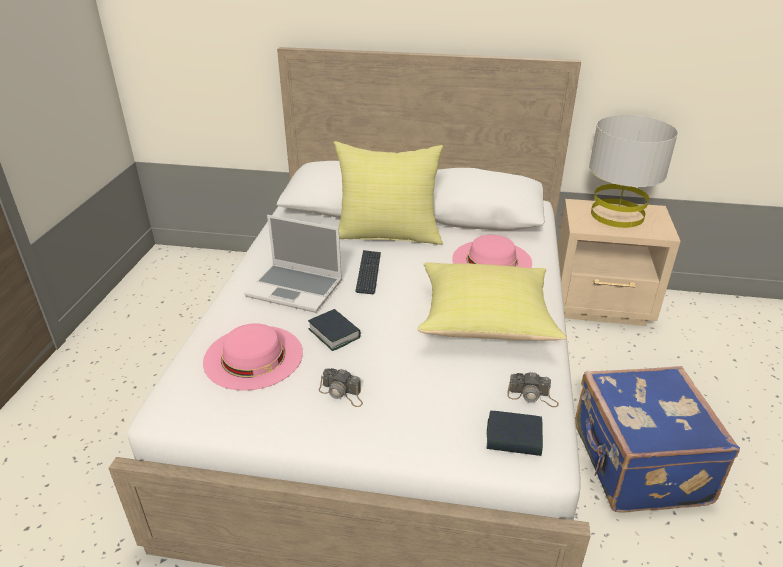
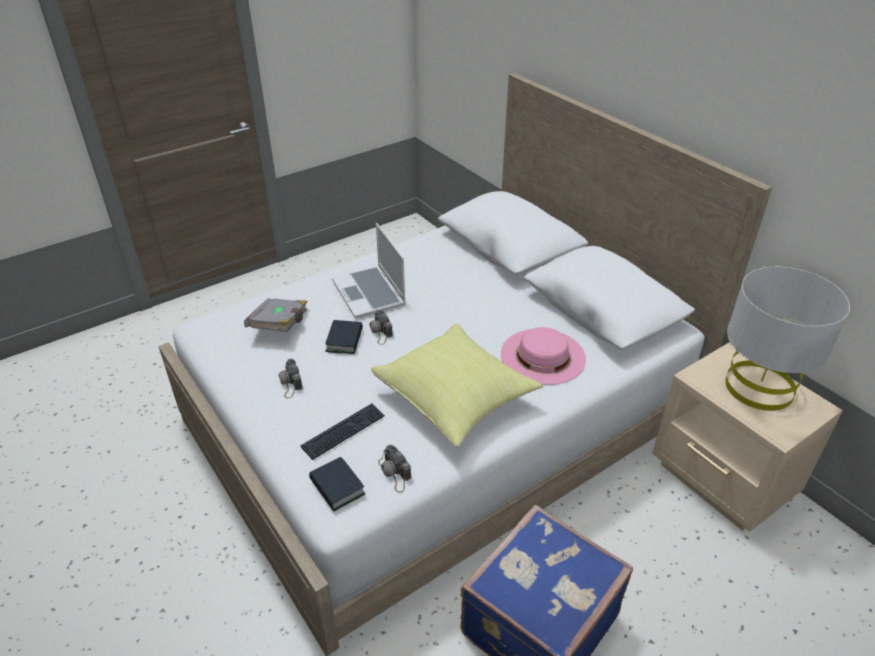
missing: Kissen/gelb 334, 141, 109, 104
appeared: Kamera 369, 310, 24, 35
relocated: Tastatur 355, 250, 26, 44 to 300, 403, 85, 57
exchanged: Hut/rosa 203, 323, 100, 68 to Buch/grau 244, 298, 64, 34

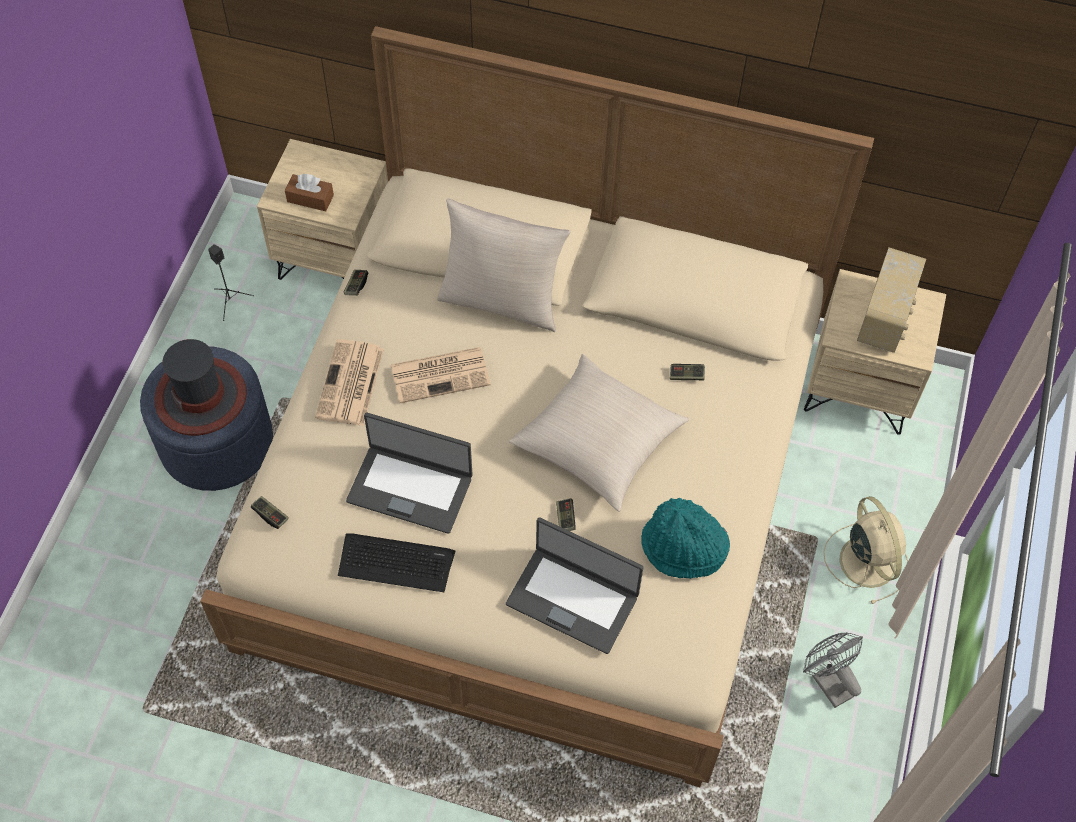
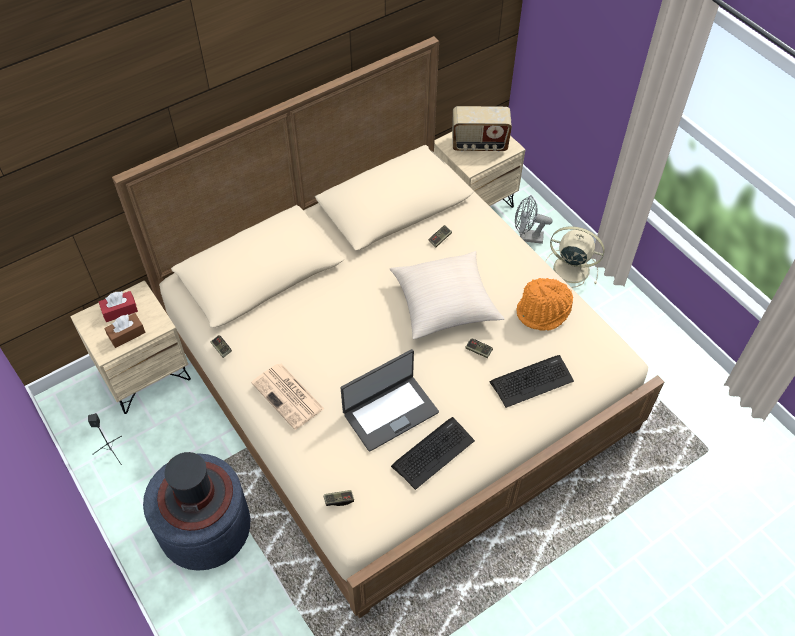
missing: Zeitung 391, 347, 100, 56; Kissen/beige 437, 199, 133, 133
appeared: Taschentuchbox/rot 99, 291, 39, 31
relocated: Ventilator/grau 803, 632, 60, 76 to 515, 195, 38, 49
exchanged: Laptop 506, 517, 137, 137 to Tastatur 490, 355, 84, 53
colour: Hut/türkis 641, 498, 89, 81 to Hut/orange 516, 278, 57, 53
spun: Radio 857, 247, 69, 106 = 452, 106, 60, 46 120 degrees clockwise

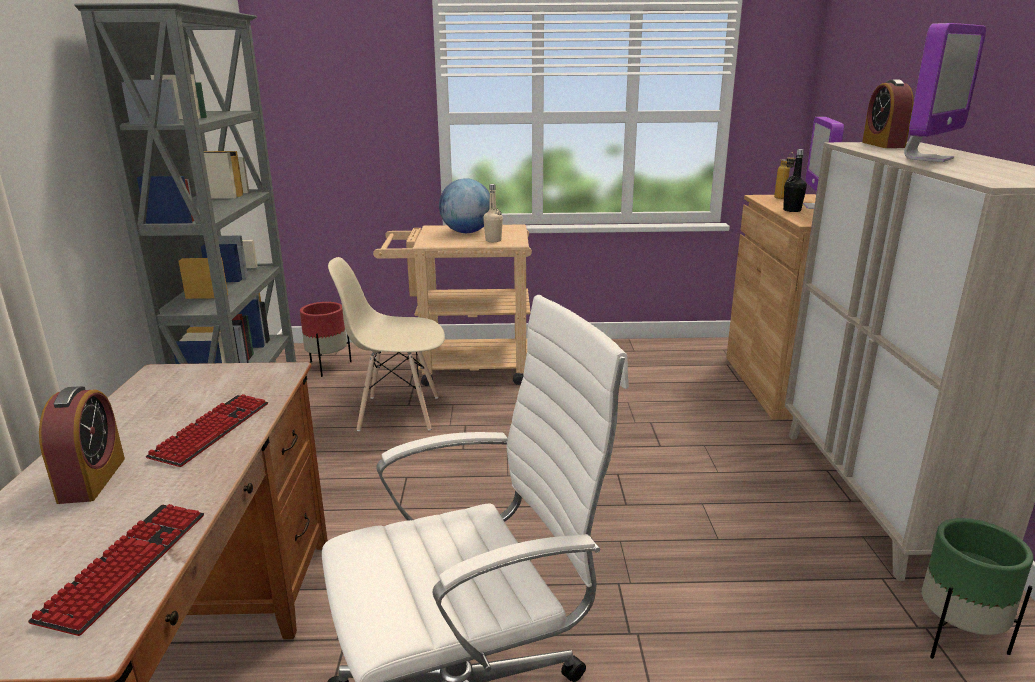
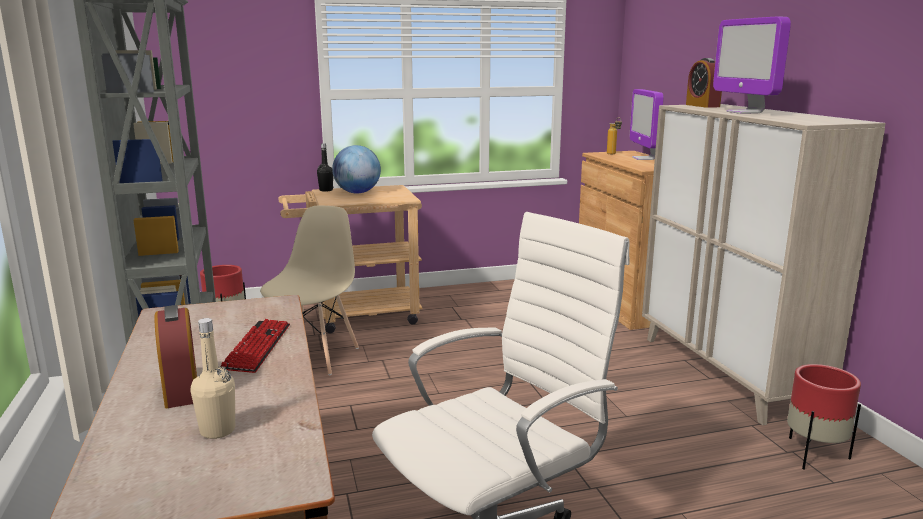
missing: Tastatur 28, 504, 176, 132
relocated: Flasche/beige 483, 184, 20, 58 to 191, 318, 44, 121; Flasche/schwarz 783, 149, 24, 63 to 317, 143, 16, 49
colour: Pflanzkübel/grün 922, 518, 111, 141 to Pflanzkübel/rot 787, 364, 74, 106
spun: Stuhl/beige 328, 257, 117, 174 = 260, 206, 99, 169 120 degrees clockwise; Monitor 904, 23, 82, 139 = 713, 17, 78, 97 135 degrees clockwise

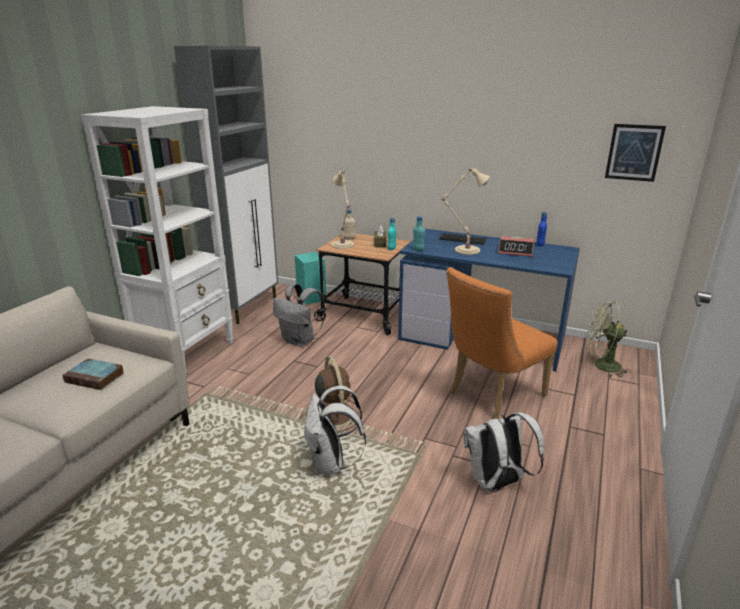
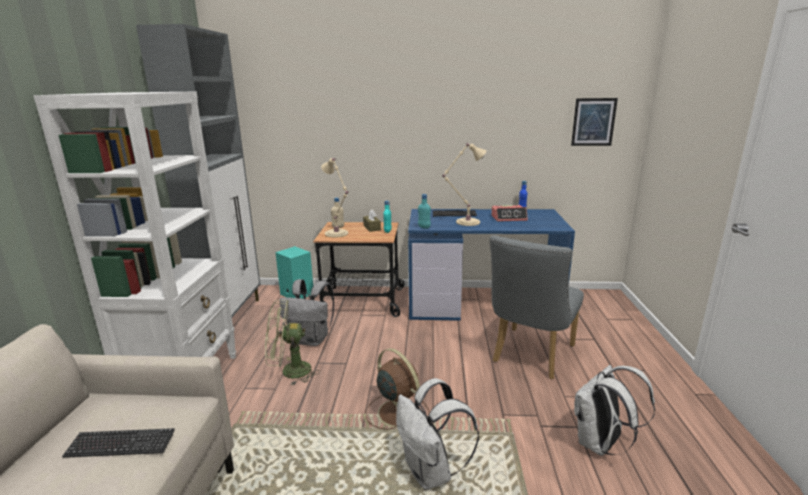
relocated: Ventilator/grün 585, 300, 46, 77 to 265, 300, 55, 86
exchanged: Buch 62, 358, 62, 32 to Tastatur 62, 428, 113, 30
colour: Stuhl/orange 446, 267, 112, 152 to Stuhl/grau 489, 235, 95, 144

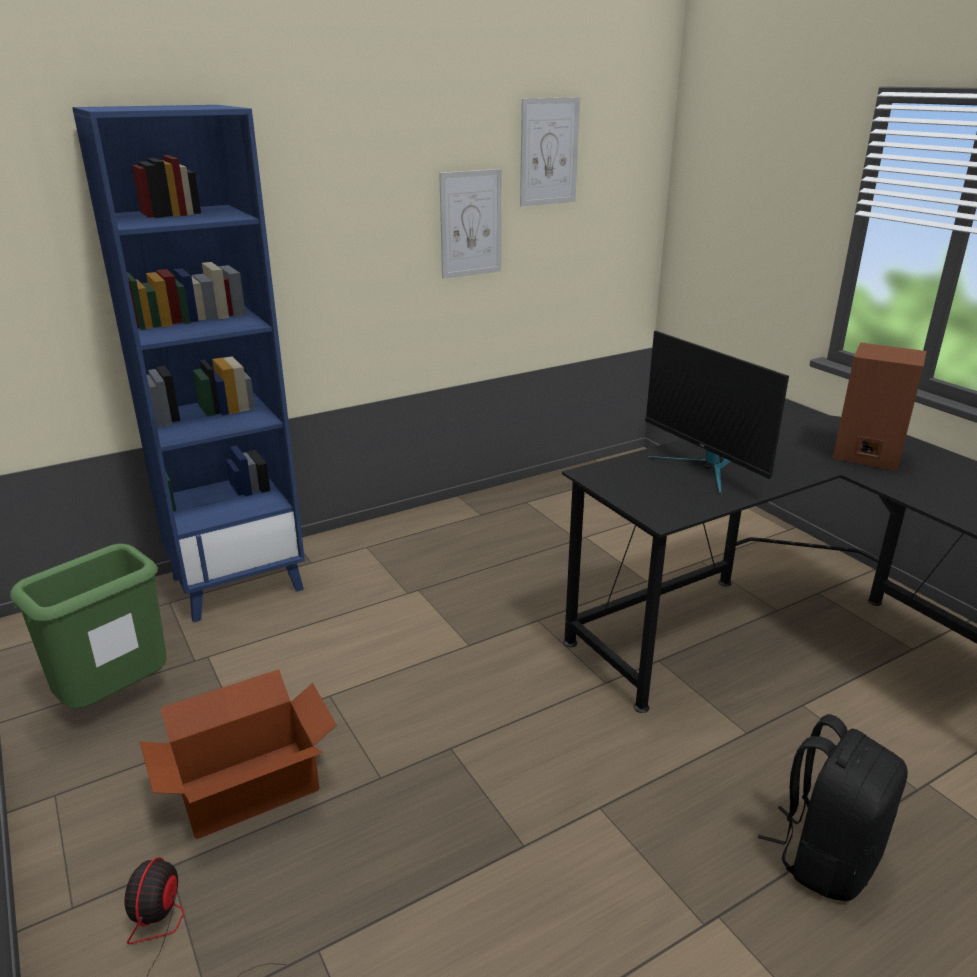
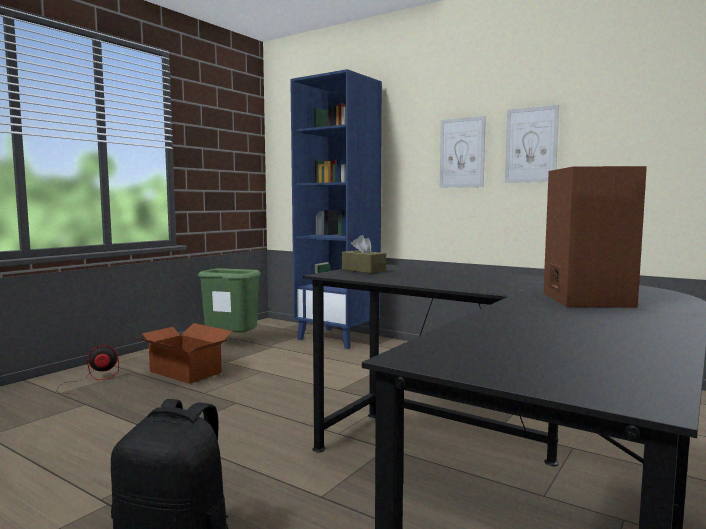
missing: Monitor 645, 331, 144, 164
appeared: Taschentuchbox/braun 342, 235, 44, 38
relocated: Bild 520, 97, 60, 109 to 440, 116, 46, 72

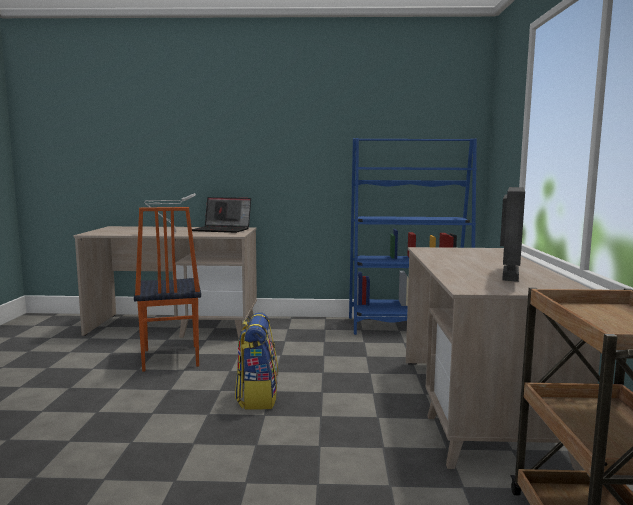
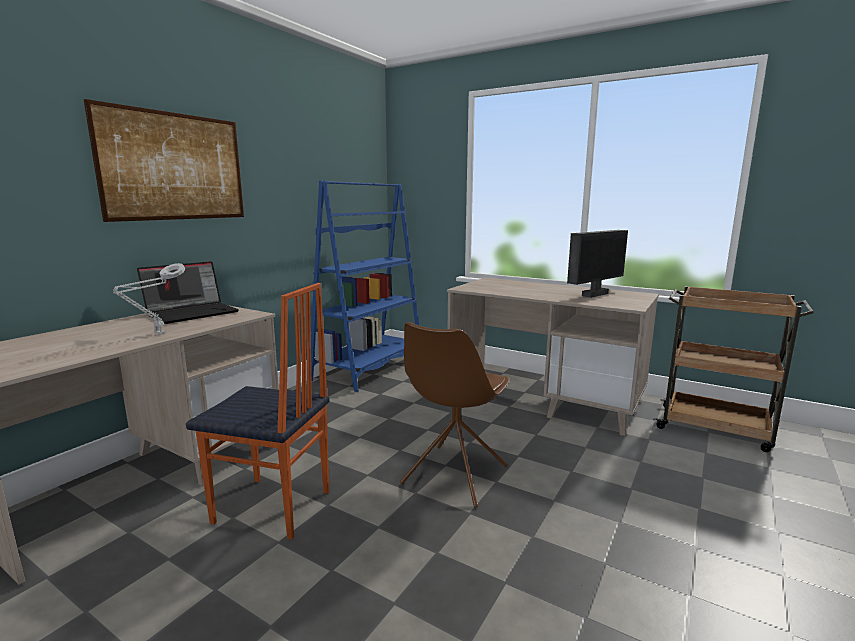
appeared: Bild 84, 99, 160, 123
exchanged: Rucksack 235, 312, 43, 98 to Stuhl/braun 400, 322, 109, 186
spun: Monitor 500, 187, 25, 95 = 567, 230, 61, 68 90 degrees clockwise

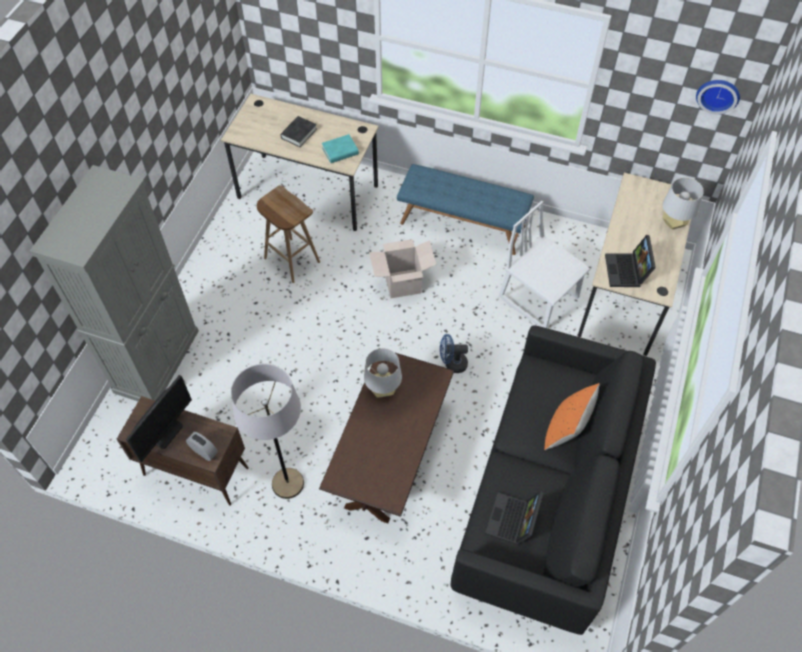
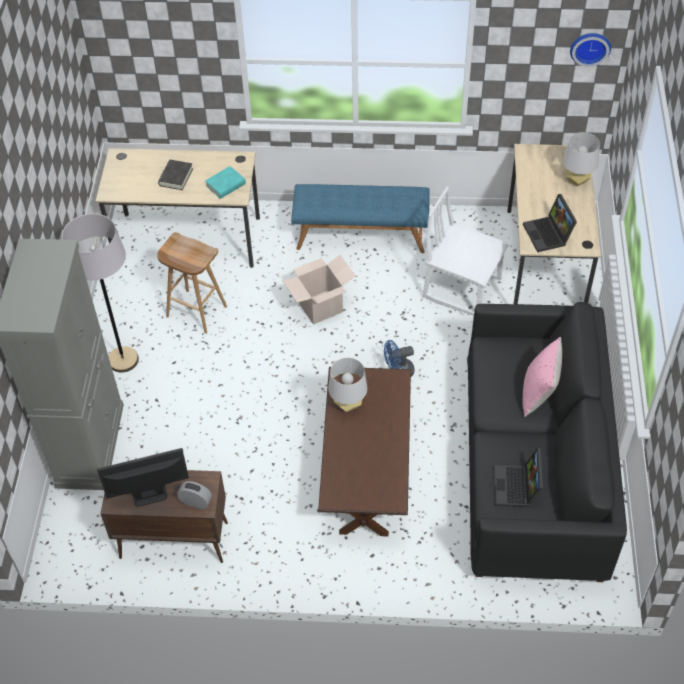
relocated: Stehlampe/grau 231, 364, 73, 135 to 62, 213, 77, 159
colour: Kissen/orange 544, 383, 56, 67 to Kissen/rosa 522, 337, 40, 80
spun: Monitor 126, 375, 66, 87 = 97, 448, 92, 59 120 degrees counterclockwise

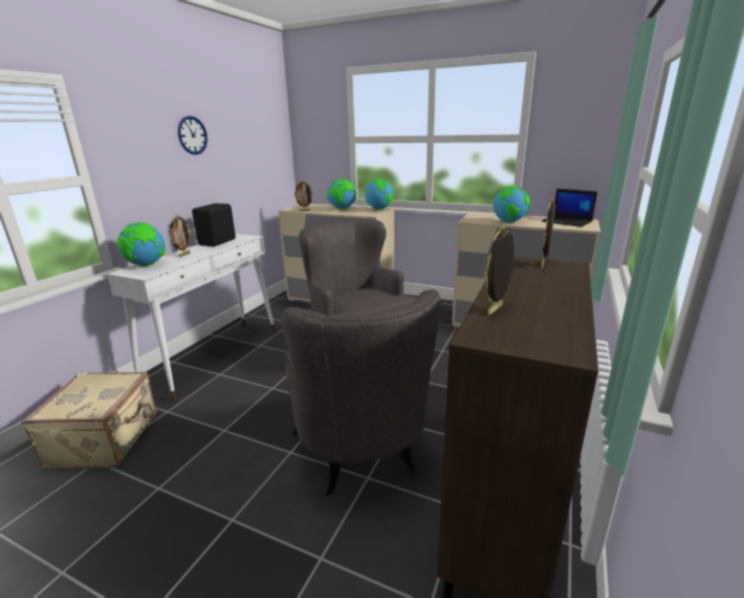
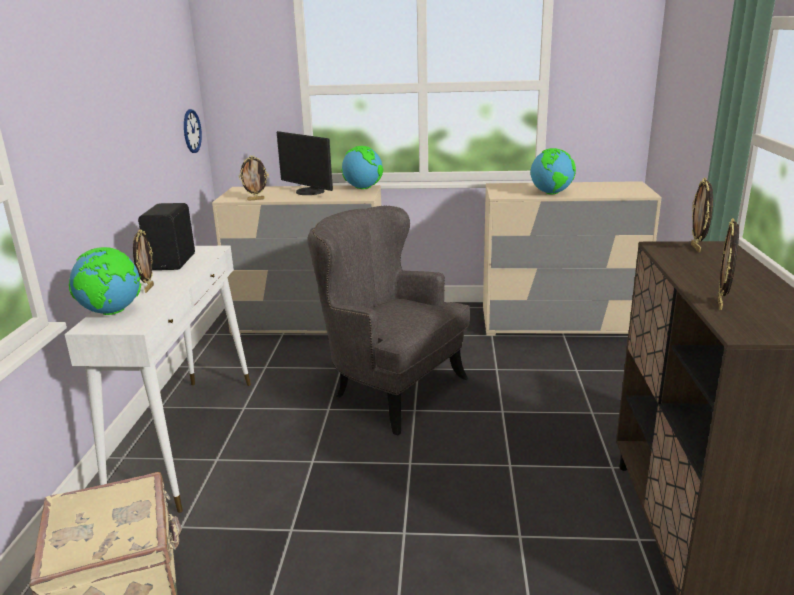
missing: Sessel/grau 281, 289, 160, 206; Laptop 542, 189, 55, 38
relocated: Wanduhr 178, 116, 29, 39 to 184, 109, 18, 44
exchanged: Globus 327, 179, 29, 30 to Monitor 277, 131, 56, 64

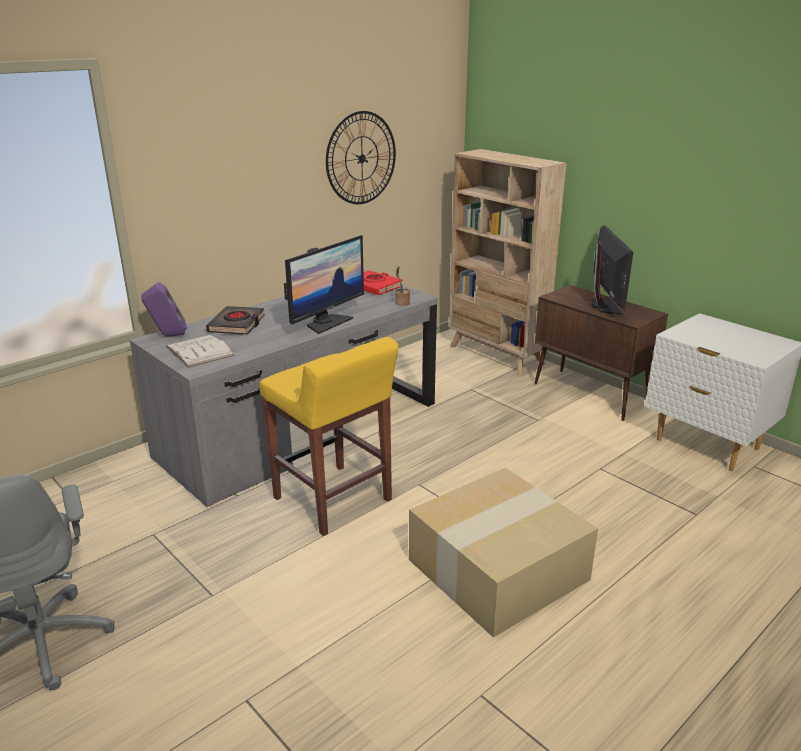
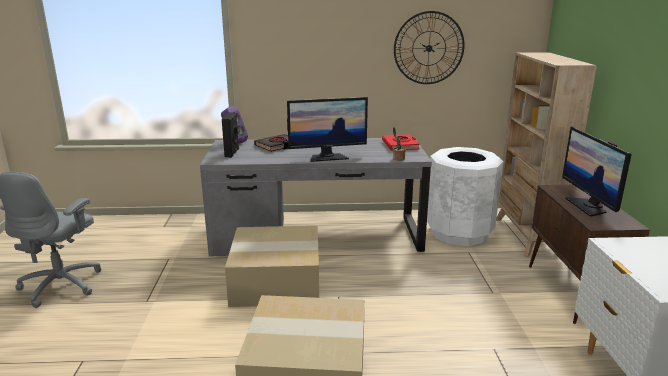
appeared: Mülleimer/weiß 427, 147, 76, 99
exchanged: Buch/weiß 166, 335, 69, 33 to Lautsprecher/schwarz 222, 112, 17, 46; Hocker/gelb 259, 337, 140, 199 to Karton 225, 226, 94, 81
spun: Monitor 592, 226, 41, 89 = 562, 127, 70, 90 135 degrees clockwise

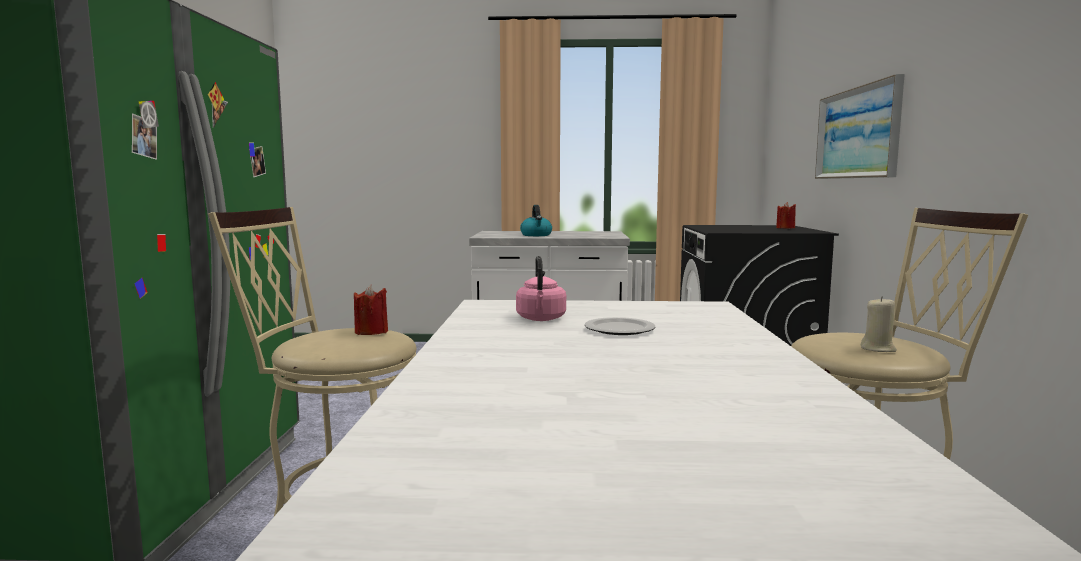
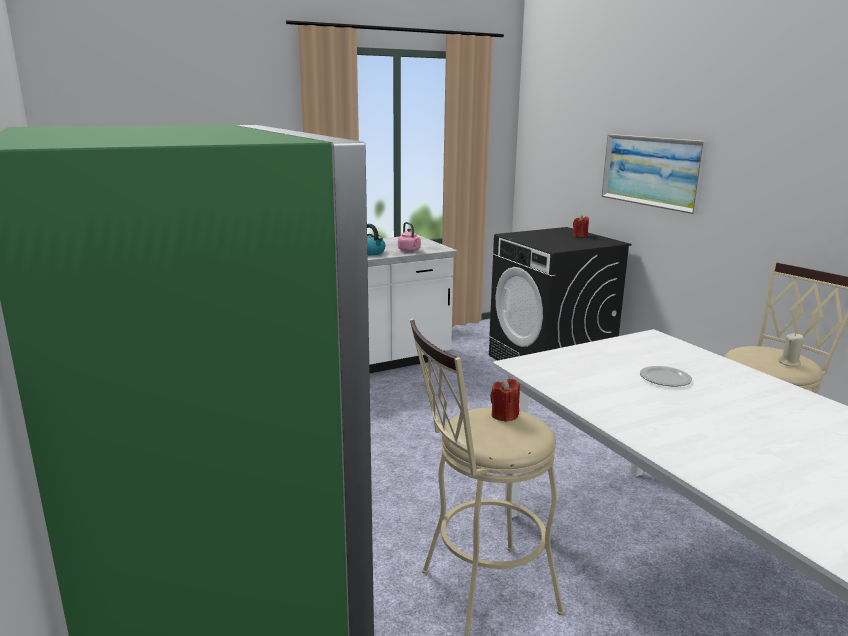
relocated: Wasserkessel/rosa 516, 256, 50, 65 to 398, 222, 23, 30

